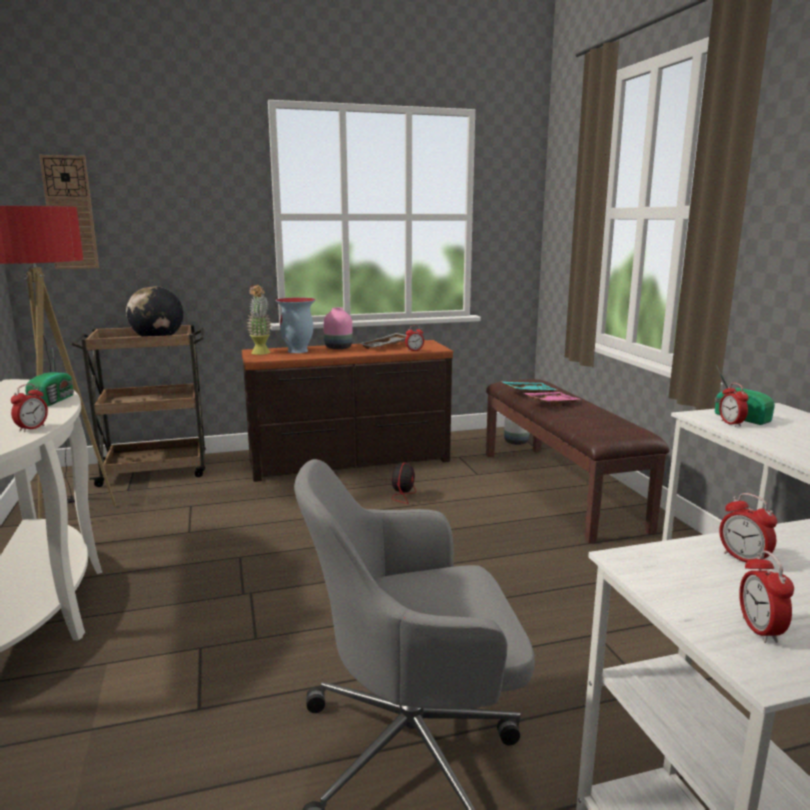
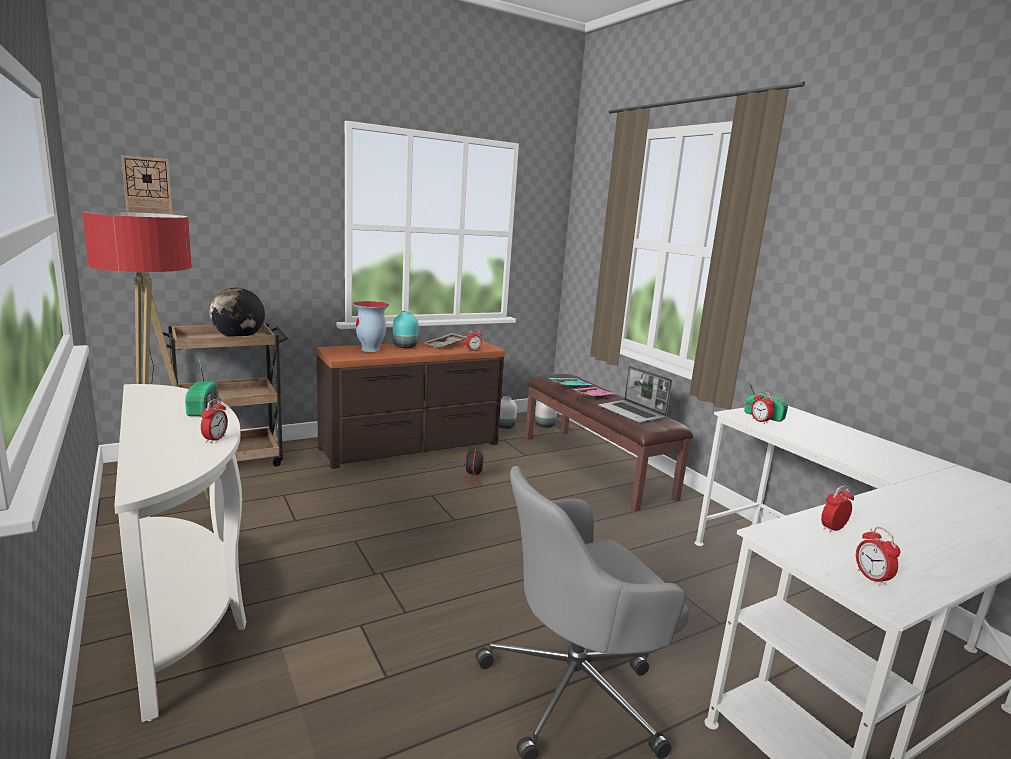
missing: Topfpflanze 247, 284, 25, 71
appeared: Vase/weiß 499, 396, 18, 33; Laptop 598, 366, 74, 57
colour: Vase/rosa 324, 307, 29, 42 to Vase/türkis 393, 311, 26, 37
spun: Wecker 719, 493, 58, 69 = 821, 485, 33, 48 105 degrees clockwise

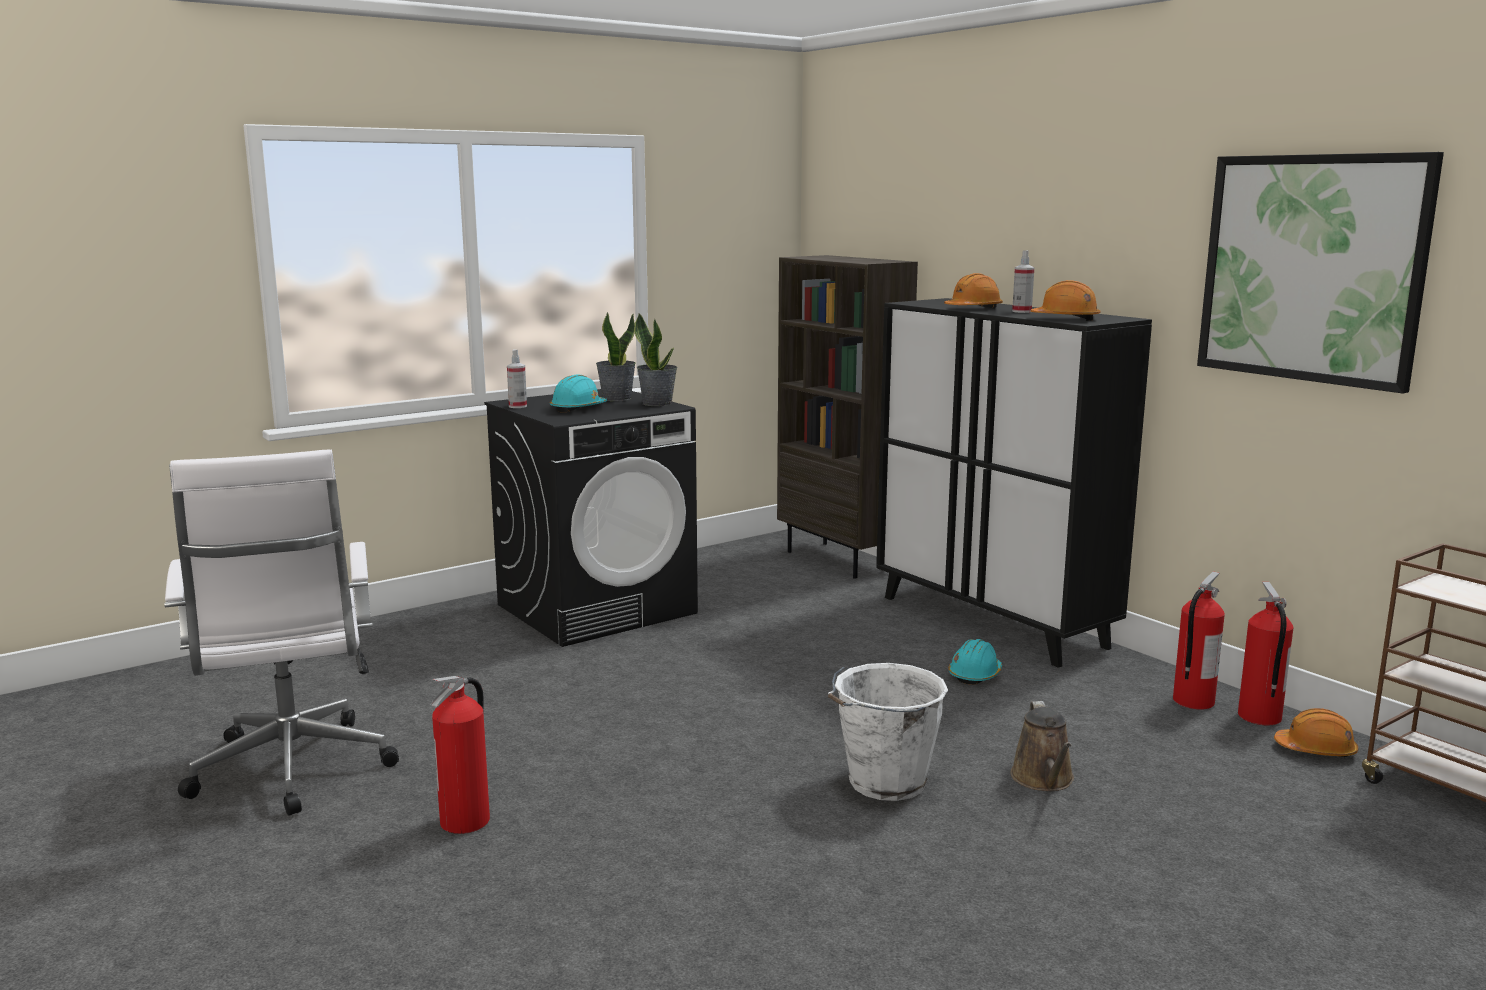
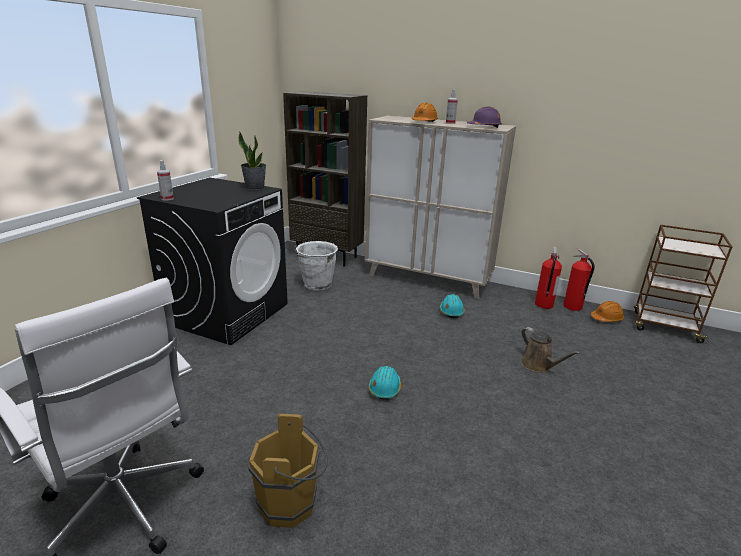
missing: Topfpflanze 596, 312, 40, 89; Bild 1197, 152, 247, 242
relocated: Schutzhelm/türkis 550, 374, 57, 38 to 368, 366, 33, 34; Eimer/weiß 828, 663, 120, 138 to 294, 241, 44, 50
exchanged: Feuerlöscher 431, 676, 59, 158 to Eimer/braun 248, 414, 80, 114
colour: Schrank/schwarz 876, 298, 276, 370 to Schrank/beige 365, 116, 151, 183; Schutzhelm/orange 1030, 280, 70, 41 to Schutzhelm/lila 467, 106, 35, 22

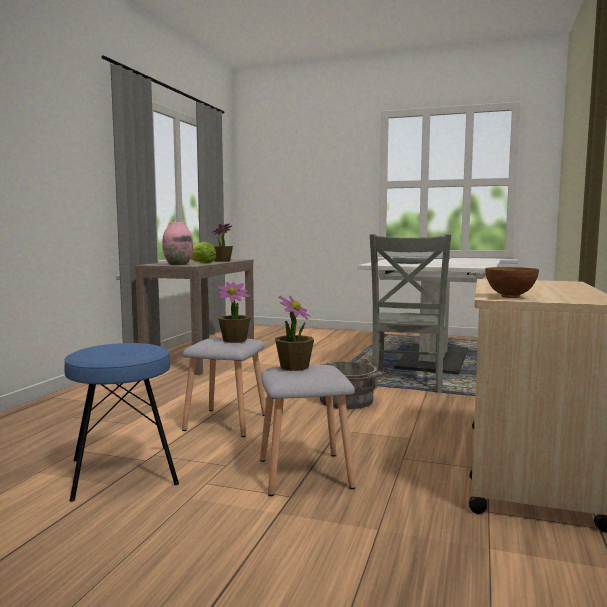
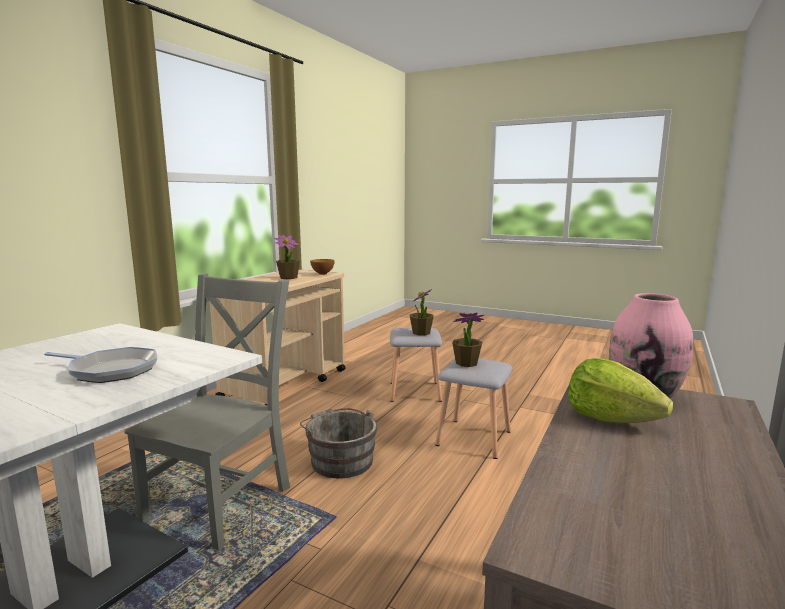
missing: Hocker/blau 64, 343, 115, 159
relocated: Topfpflanze 213, 223, 20, 39 to 274, 235, 26, 44

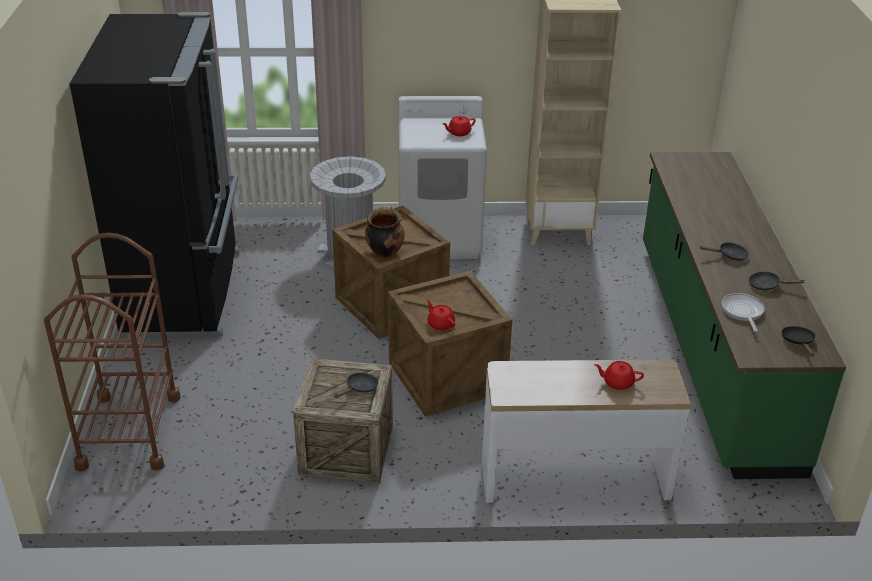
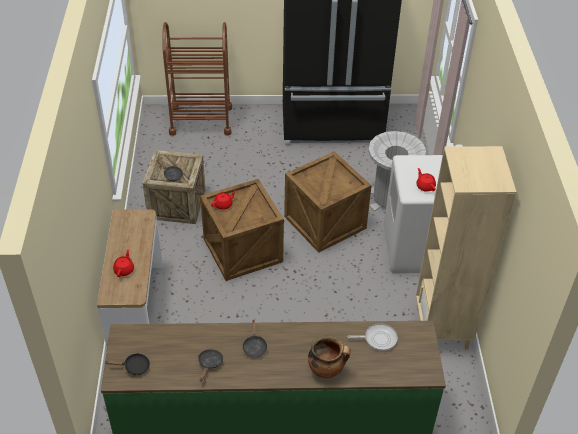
relocated: Kochtopf 365, 205, 40, 53 to 308, 335, 42, 43; Pfanne 722, 293, 42, 39 to 348, 323, 50, 28

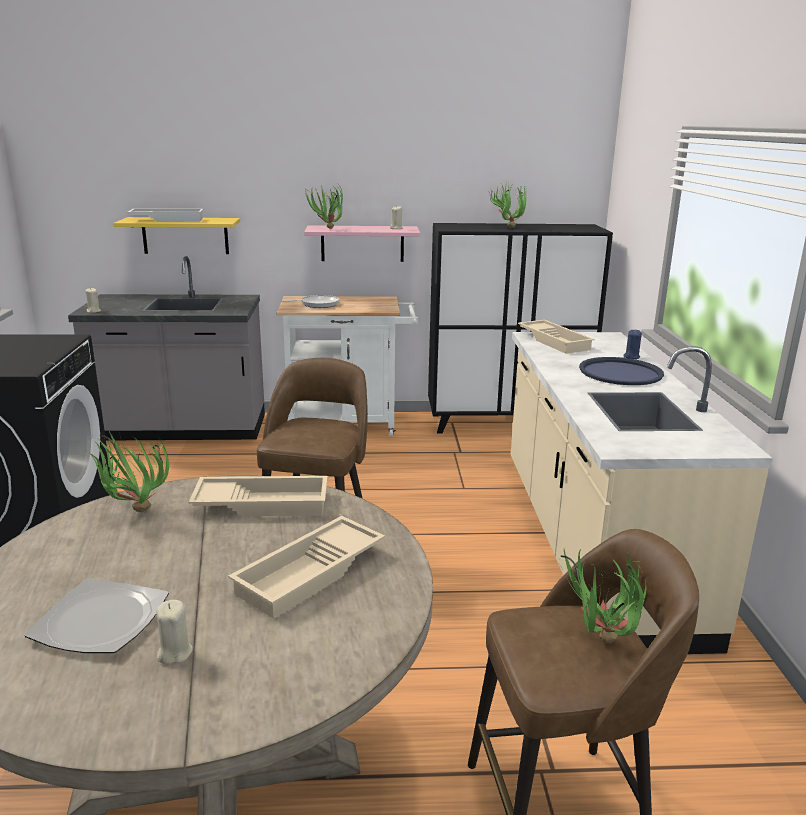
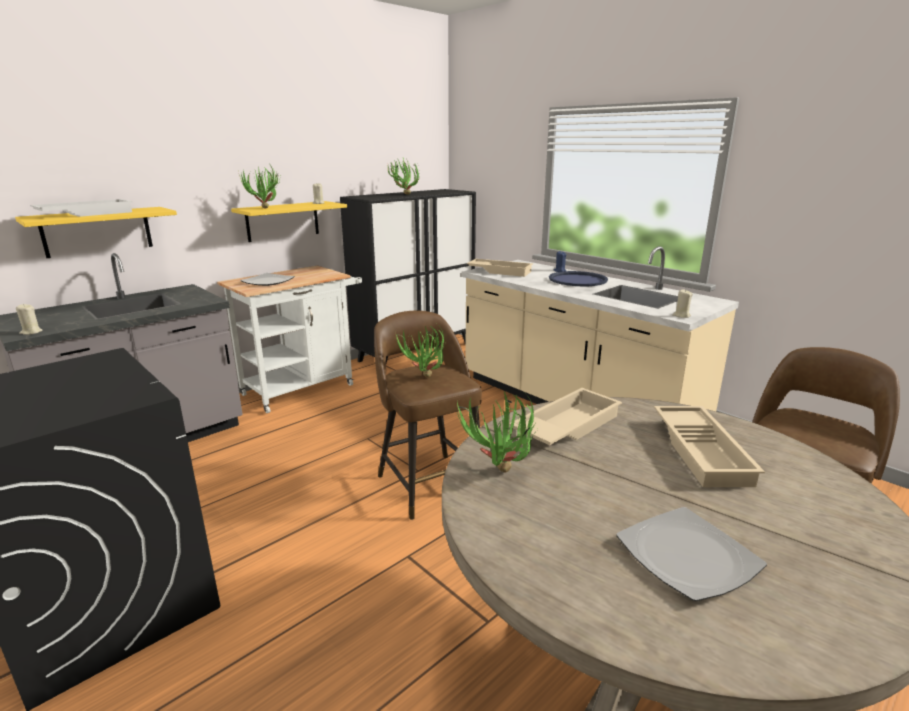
relocated: Kerze/beige 156, 600, 37, 65 to 672, 289, 21, 29; Topfpflanze 558, 549, 88, 95 to 396, 325, 50, 52
exchanged: Pfanne 282, 295, 57, 13 to Teller 240, 273, 55, 13
colour: Wandregal/rosa 304, 225, 116, 37 to Wandregal/gelb 231, 201, 116, 41

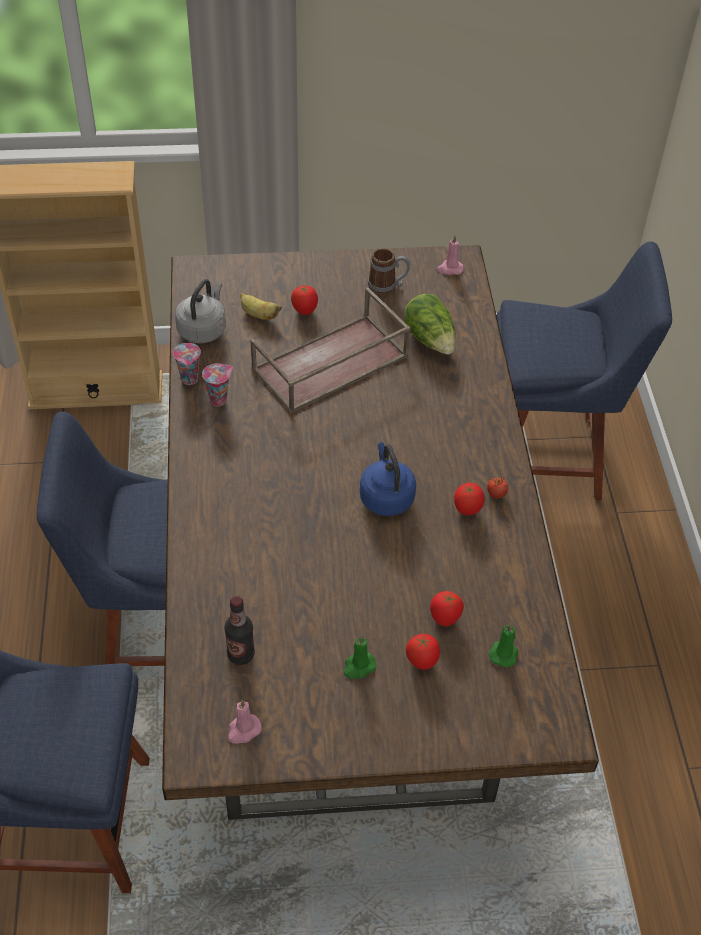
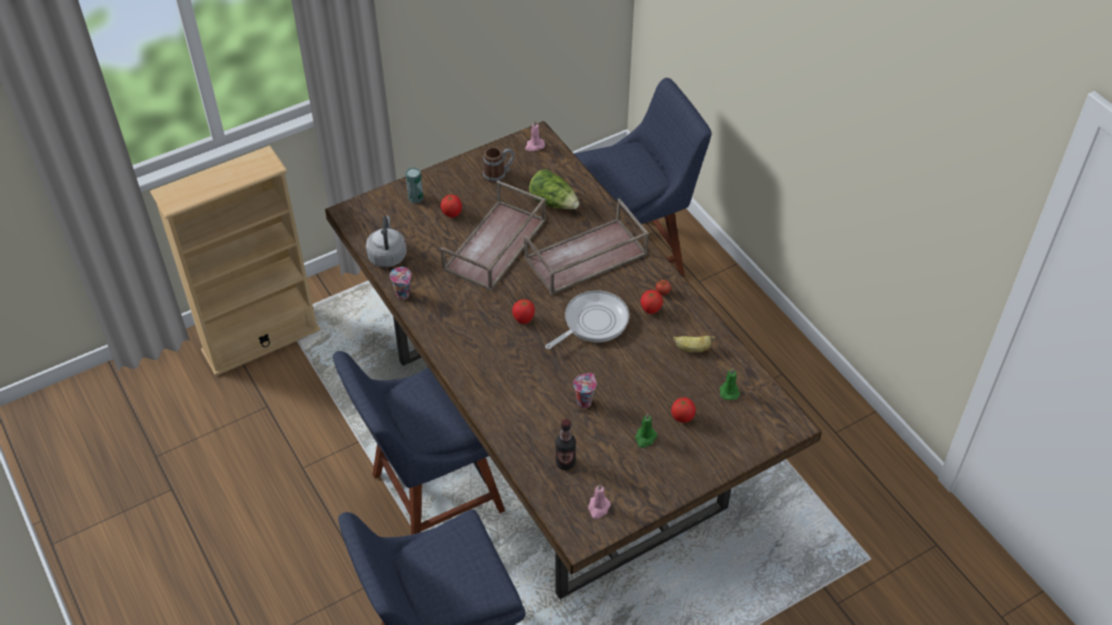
appeared: Dose 405, 167, 18, 36; Tablett/braun 524, 198, 125, 97
relocated: Tasse 202, 363, 31, 44 to 573, 373, 24, 35; Banane 240, 293, 42, 27 to 673, 336, 42, 16; Tomate 430, 591, 34, 35 to 512, 299, 23, 25
exchanged: Wasserkessel/blau 360, 442, 56, 74 to Pfanne 545, 290, 84, 59

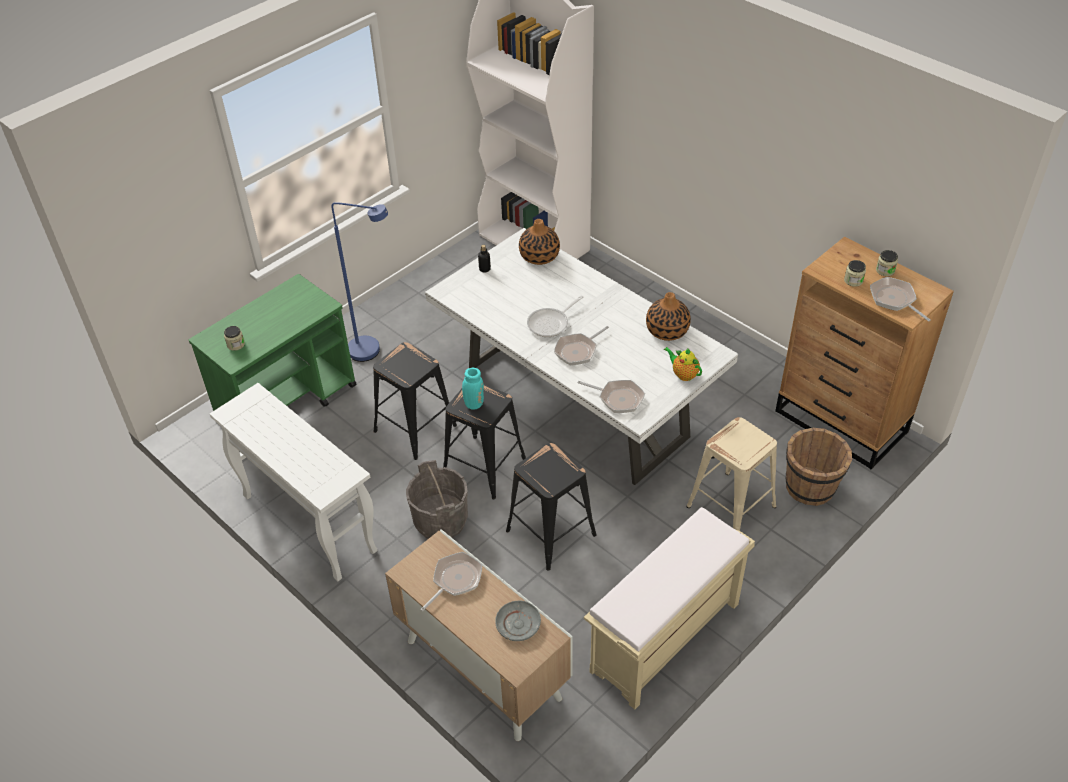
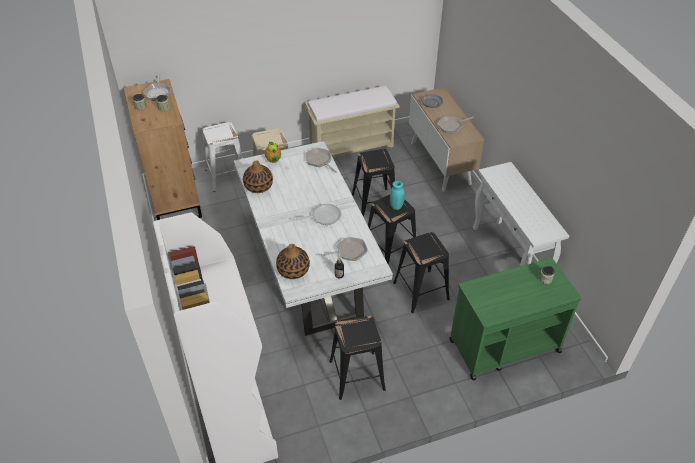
missing: Stehlampe/blau 332, 202, 56, 160; Eimer/grau 406, 460, 62, 79
appeared: Hocker/schwarz 329, 316, 57, 84
relocated: Pfanne 554, 326, 55, 39 to 320, 237, 48, 24
exchanged: Eimer/braun 786, 428, 66, 78 to Hocker/weiß 202, 122, 41, 70

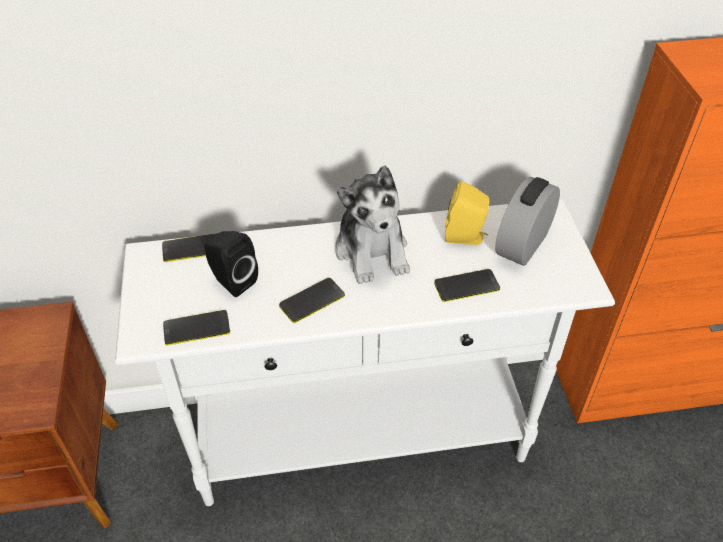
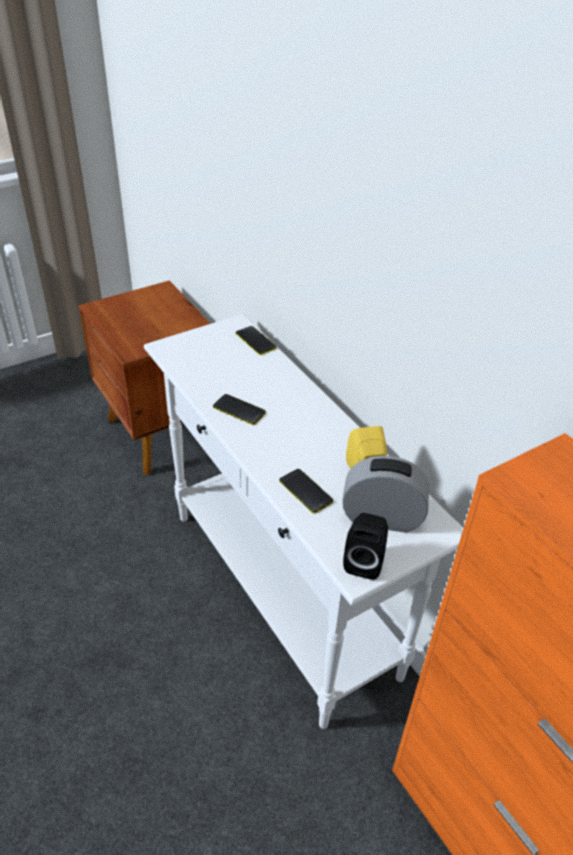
missing: Handy 163, 310, 67, 36; Plüschtier 335, 165, 75, 119
relocated: Lautsprecher/schwarz 205, 231, 53, 66 to 343, 513, 45, 67

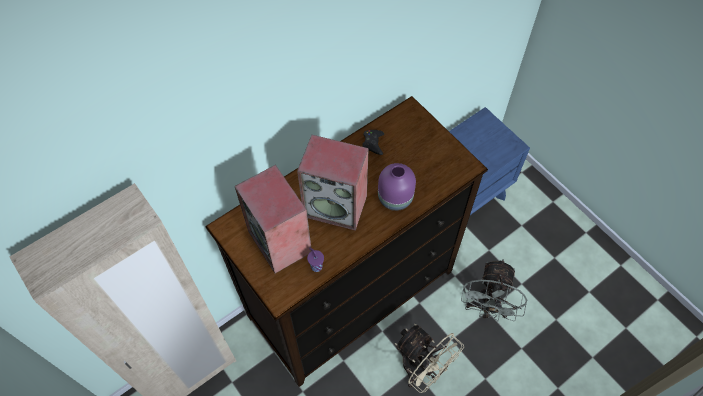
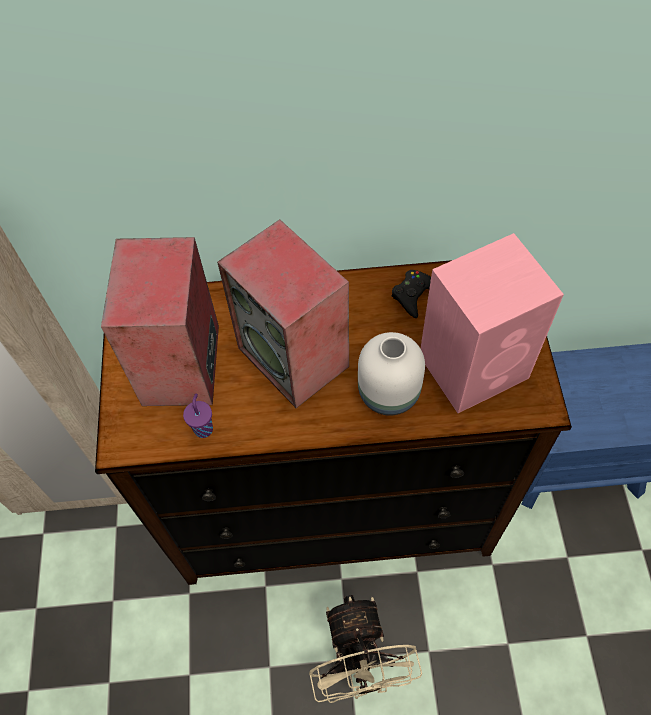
missing: Ventilator/grau 461, 259, 66, 63
appeared: Lautsprecher/rosa 420, 233, 144, 180
colour: Vase/lila 378, 163, 38, 48 to Vase/weiß 358, 332, 67, 84

